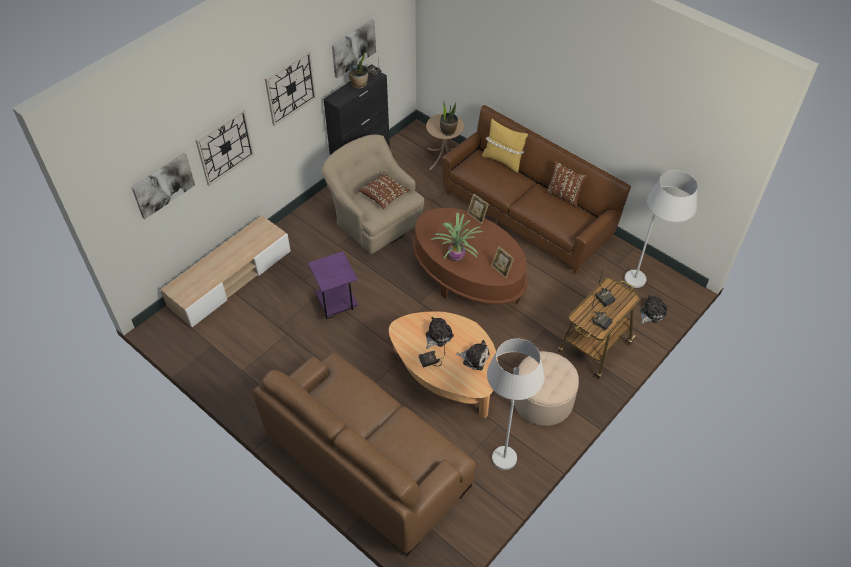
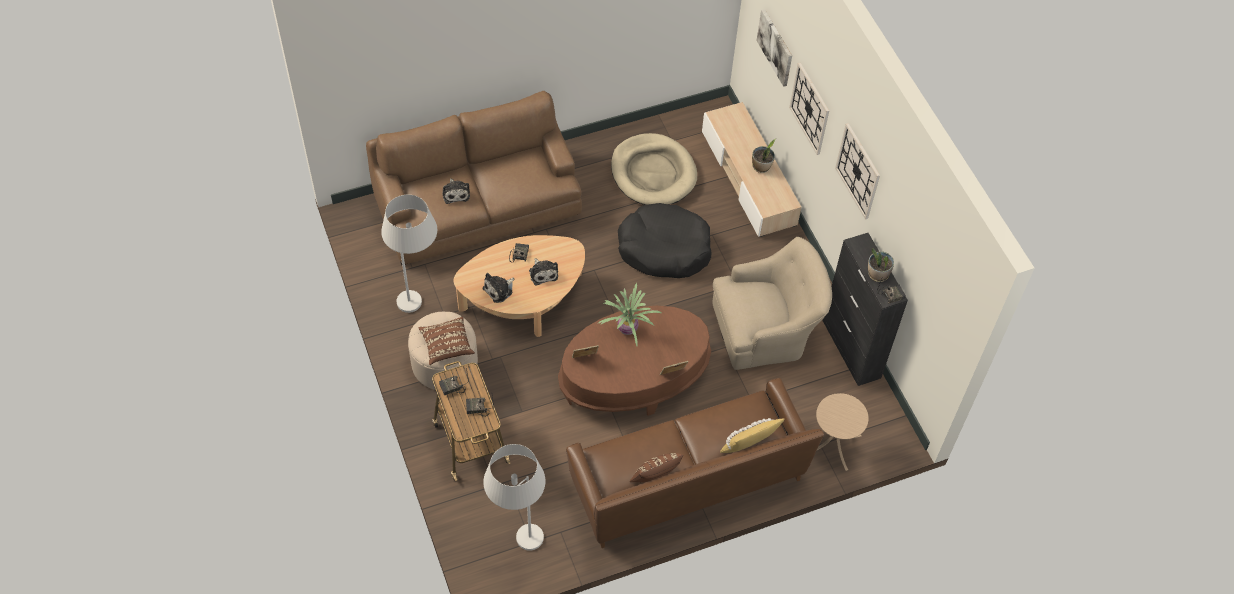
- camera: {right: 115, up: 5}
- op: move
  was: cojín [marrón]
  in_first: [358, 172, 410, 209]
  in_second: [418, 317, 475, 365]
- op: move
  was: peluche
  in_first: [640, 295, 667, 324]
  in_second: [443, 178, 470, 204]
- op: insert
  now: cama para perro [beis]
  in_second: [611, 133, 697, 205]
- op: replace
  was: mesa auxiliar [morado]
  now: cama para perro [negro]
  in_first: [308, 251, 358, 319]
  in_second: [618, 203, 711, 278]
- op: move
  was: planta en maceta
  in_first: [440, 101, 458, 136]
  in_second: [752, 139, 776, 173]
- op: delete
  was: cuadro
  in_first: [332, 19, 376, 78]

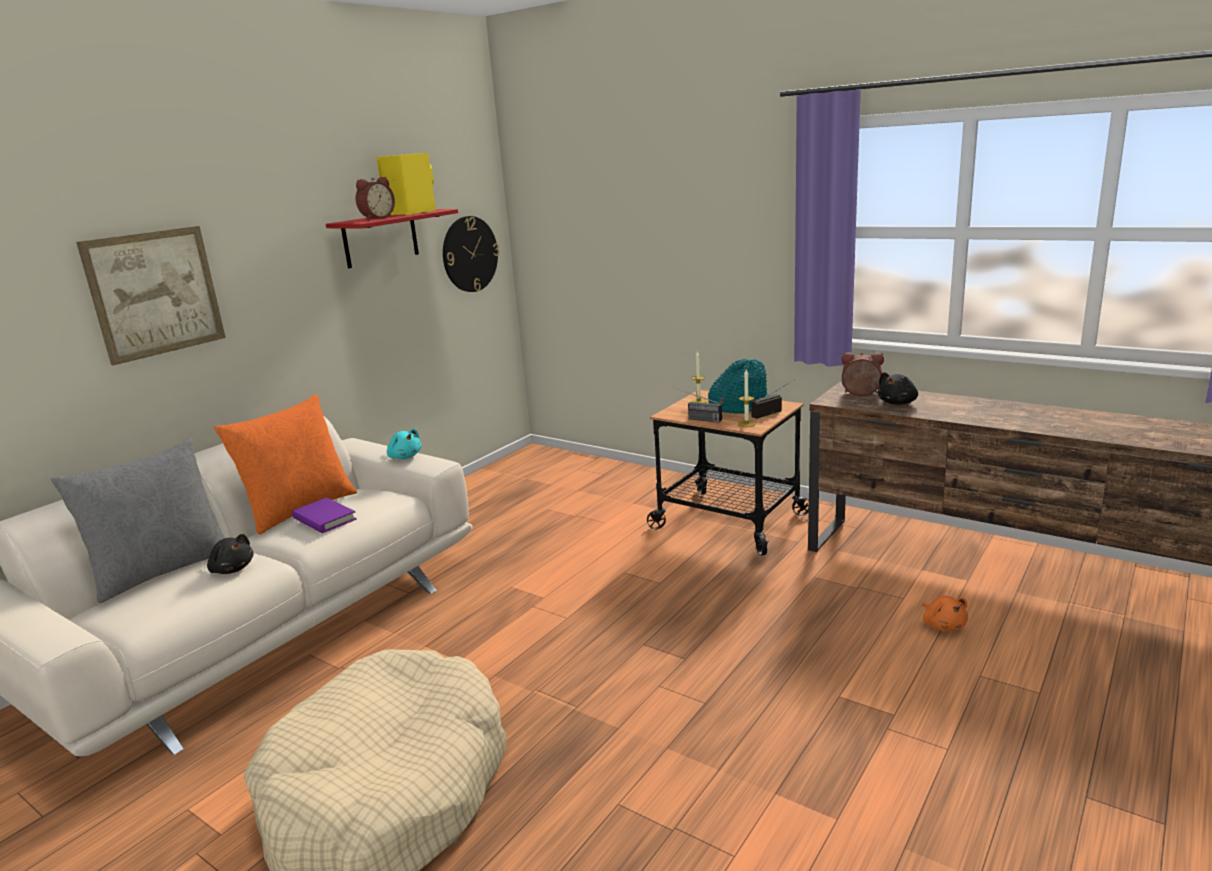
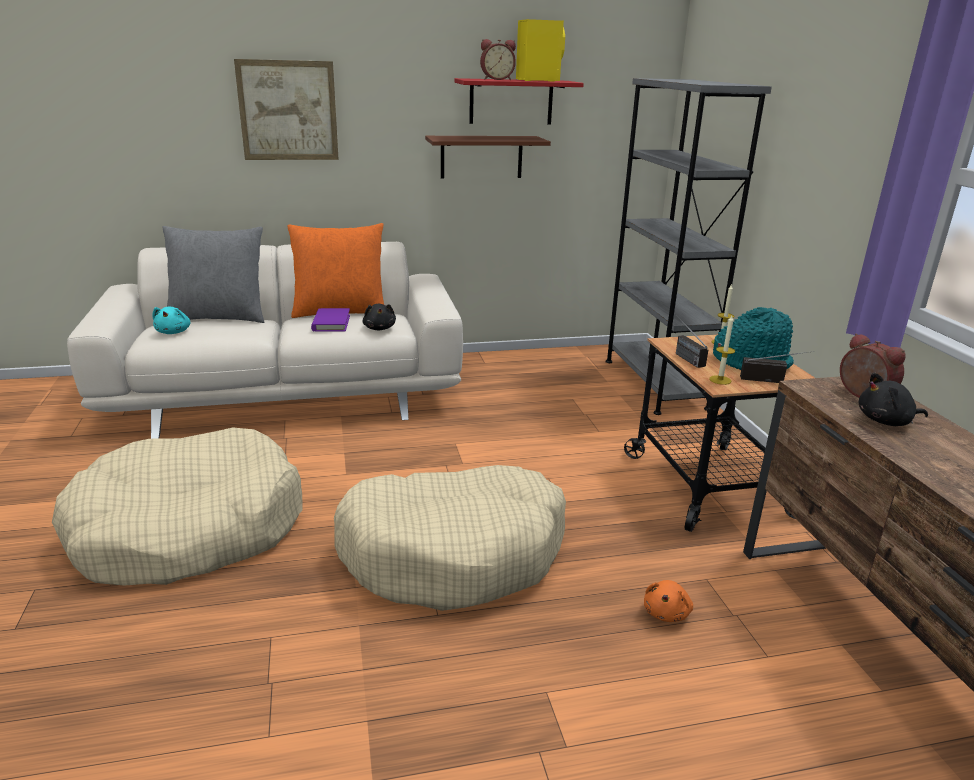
- camera: {right: 40, up: 5}
- op: move
  was: peluche [turquesa]
  in_first: [387, 428, 422, 459]
  in_second: [152, 306, 191, 334]
- op: insert
  now: cama para perro [beis]
  in_second: [334, 465, 566, 611]
- op: move
  was: peluche [negro]
  in_first: [207, 534, 254, 574]
  in_second: [363, 304, 396, 331]
- op: insert
  now: estante [marrón]
  in_second: [425, 136, 551, 178]
- op: insert
  now: estantería [gris]
  in_second: [606, 78, 772, 415]
- op: move
  was: peluche [naranja]
  in_first: [922, 596, 968, 631]
  in_second: [644, 580, 693, 622]
- op: delete
  was: reloj de pared
  in_first: [443, 216, 499, 292]

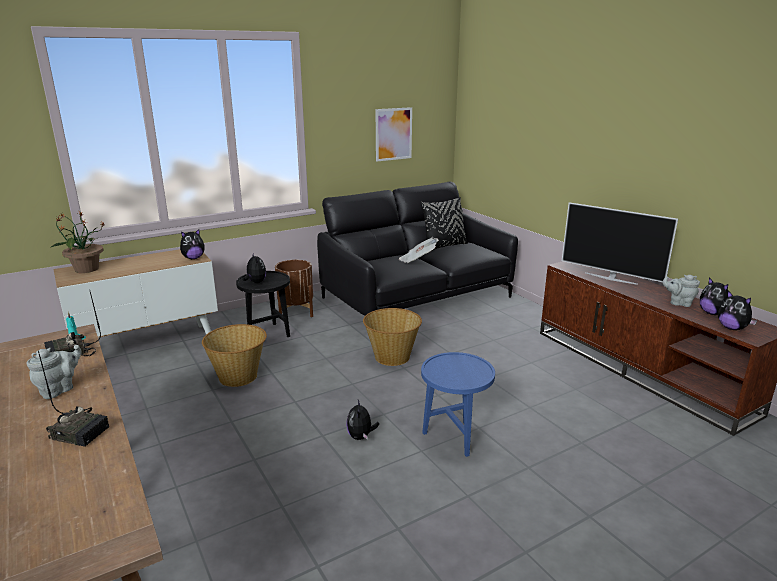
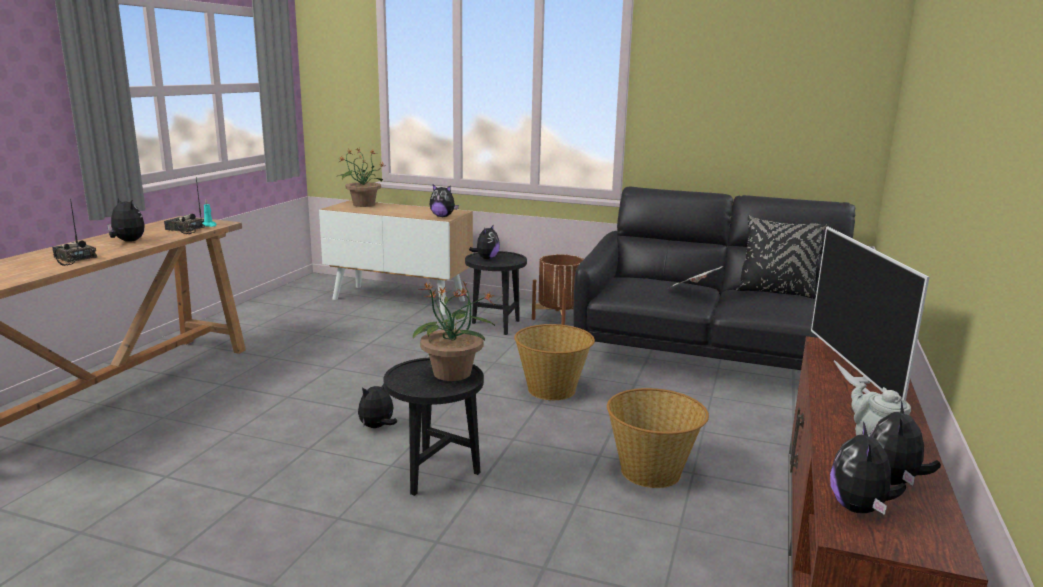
- camera: {right: 50, up: -5}
- op: rotate
  was: radio
  in_first: [38, 351, 109, 447]
  in_second: [52, 199, 97, 266]
  clockwise: 150
- op: replace
  was: tetera [gris]
  now: peluche
  in_first: [27, 345, 81, 399]
  in_second: [107, 197, 144, 242]
- op: recolor
  was: mesa auxiliar [azul]
  now: mesa auxiliar [negro]
  in_first: [421, 352, 495, 457]
  in_second: [384, 358, 484, 496]
- op: insert
  now: planta en maceta
  in_second: [413, 282, 495, 381]
- op: move
  was: cesta
  in_first: [202, 324, 267, 387]
  in_second: [607, 388, 709, 488]
- op: delete
  was: cuadro
  in_first: [376, 107, 412, 162]

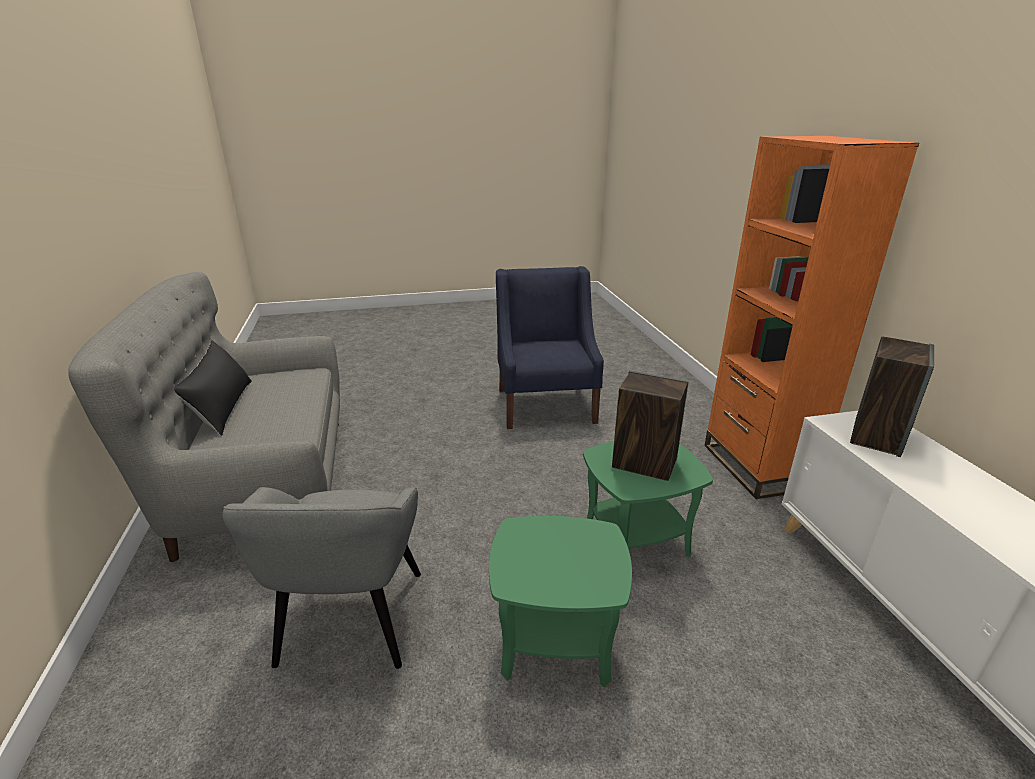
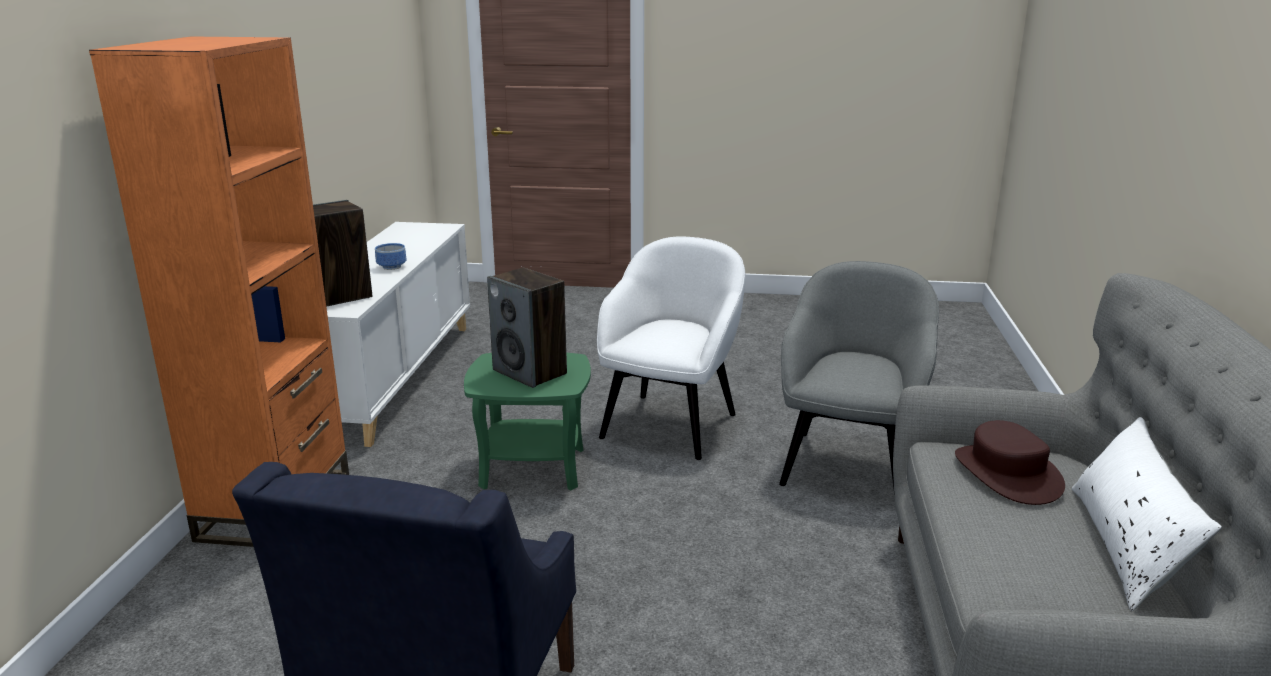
- camera: {right: -160, up: -5}
- op: insert
  now: cuenco
  in_second: [375, 243, 406, 270]
- op: replace
  was: mesa auxiliar [verde]
  now: sillón [blanco]
  in_first: [489, 516, 632, 687]
  in_second: [597, 237, 746, 460]
- op: insert
  now: sombrero [marrón]
  in_second: [955, 420, 1065, 505]
- op: recolor
  was: cojín [negro]
  now: cojín [blanco]
  in_first: [174, 340, 252, 436]
  in_second: [1072, 417, 1222, 611]

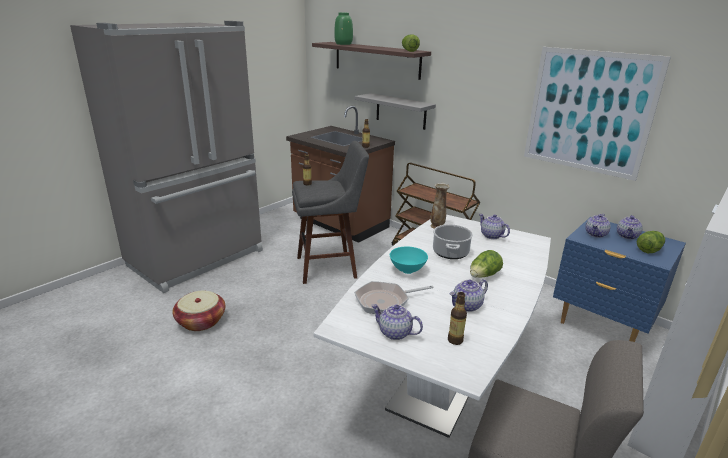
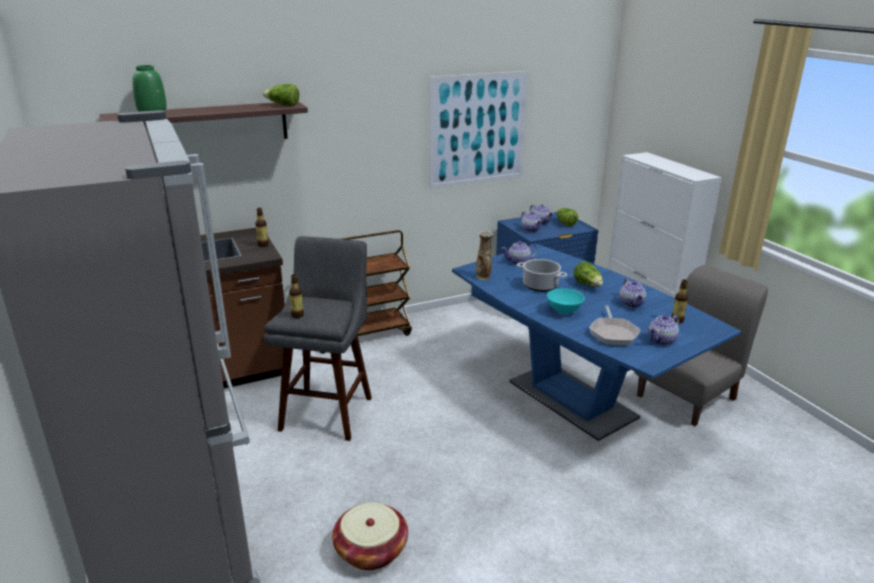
- camera: {right: -65, up: 0}
- op: recolor
  was: mesa de comedor [blanco]
  now: mesa de comedor [azul]
  in_first: [314, 215, 551, 438]
  in_second: [452, 244, 741, 441]
- op: delete
  was: estante [gris]
  in_first: [354, 93, 436, 130]

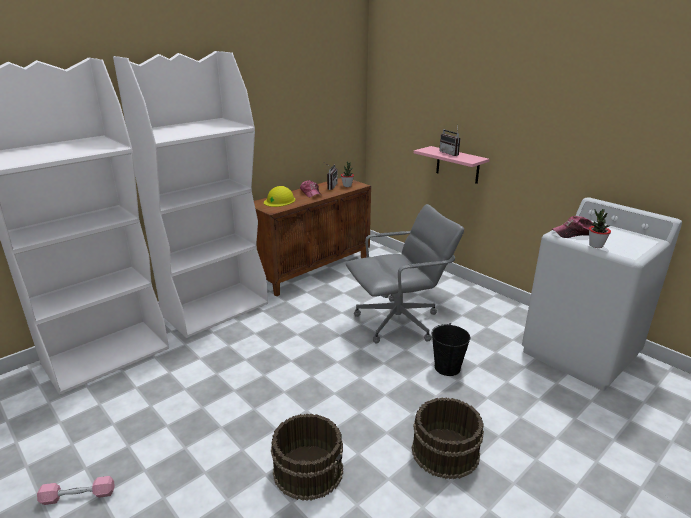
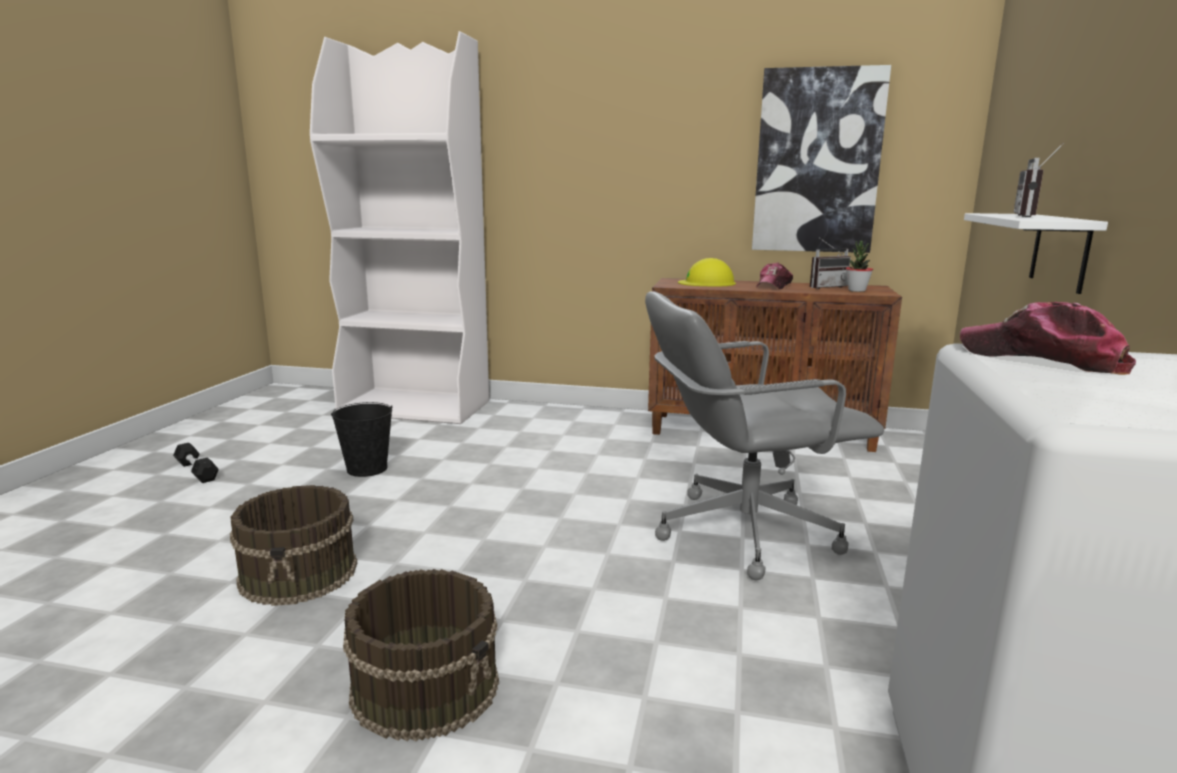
- camera: {right: 55, up: -10}
- op: recolor
  was: mancuerna [rosa]
  now: mancuerna [negro]
  in_first: [37, 476, 115, 505]
  in_second: [173, 443, 219, 483]
- op: move
  was: cubo [negro]
  in_first: [432, 323, 470, 376]
  in_second: [331, 402, 392, 477]
- op: rotate
  was: silla de oficina [gris]
  in_first: [346, 204, 464, 344]
  in_second: [645, 291, 884, 580]
  clockwise: 135
- op: insert
  now: cuadro
  in_second: [752, 65, 891, 253]
- op: recolor
  was: estante [rosa]
  now: estante [blanco]
  in_first: [414, 146, 490, 184]
  in_second: [964, 213, 1108, 294]
- op: delete
  was: estantería [blanco]
  in_first: [113, 51, 268, 338]
- op: delete
  was: planta en maceta
  in_first: [589, 209, 611, 248]

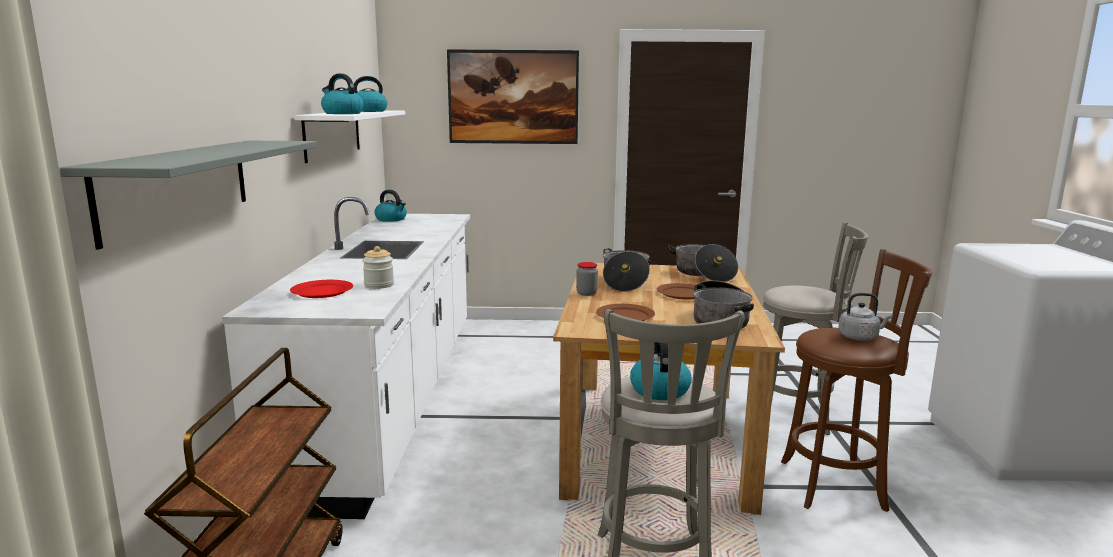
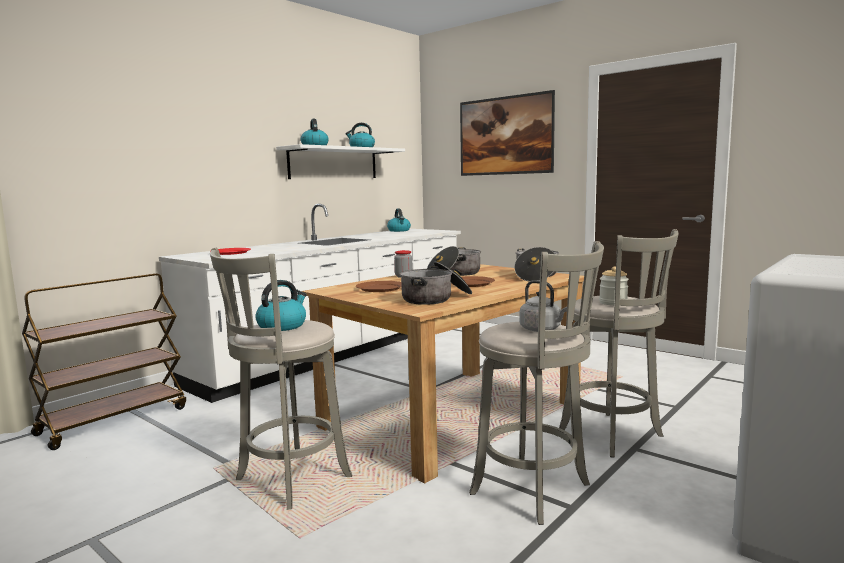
- camera: {right: 40, up: -5}
- op: recolor
  was: taburete [marrón]
  now: taburete [gris]
  in_first: [781, 249, 932, 512]
  in_second: [469, 241, 604, 525]
- op: move
  was: tarro
  in_first: [362, 246, 394, 289]
  in_second: [599, 267, 629, 305]
- op: delete
  was: estante [gris]
  in_first: [59, 141, 317, 250]

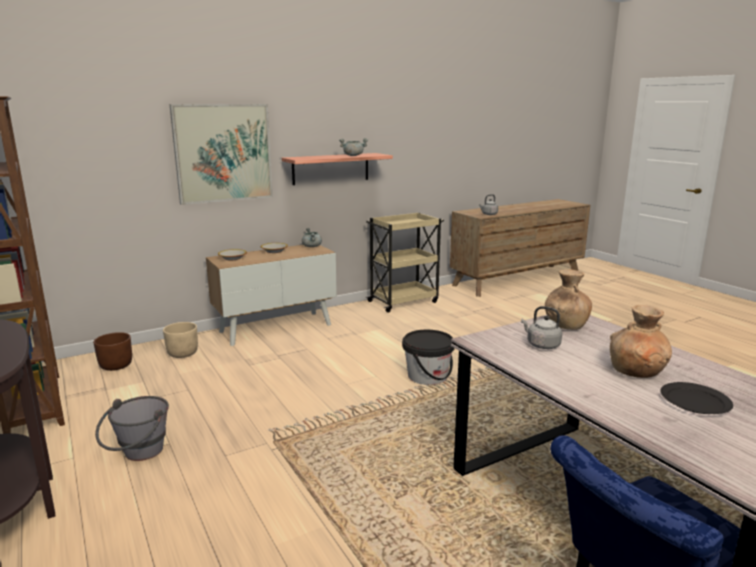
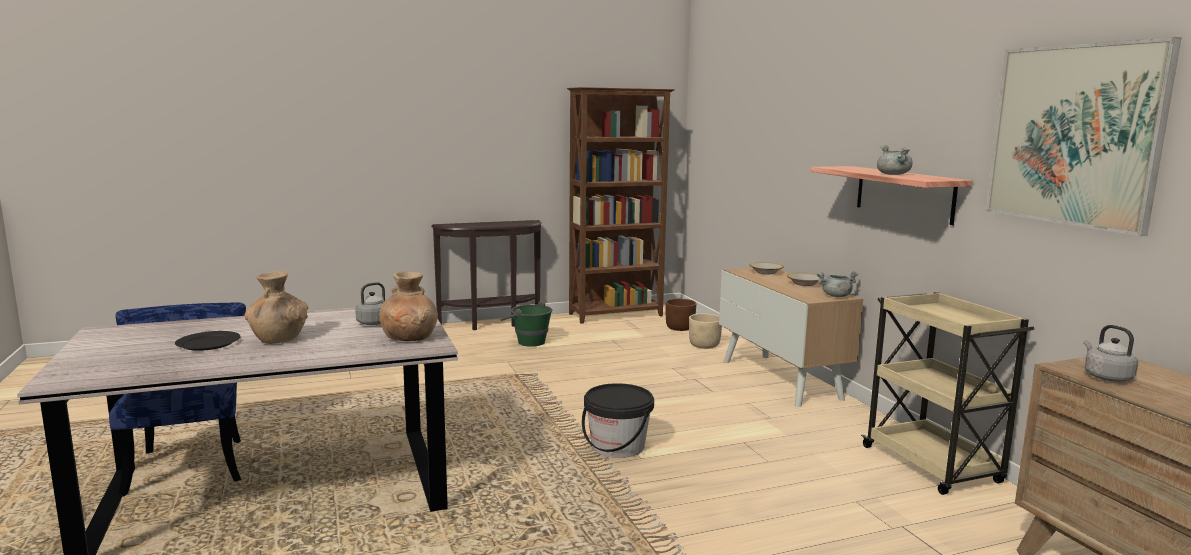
- camera: {right: 100, up: -5}
- op: recolor
  was: cubo [gris]
  now: cubo [verde]
  in_first: [95, 396, 169, 461]
  in_second: [501, 300, 552, 347]
- op: move
  was: cuadro
  in_first: [169, 104, 273, 205]
  in_second: [985, 37, 1182, 236]

